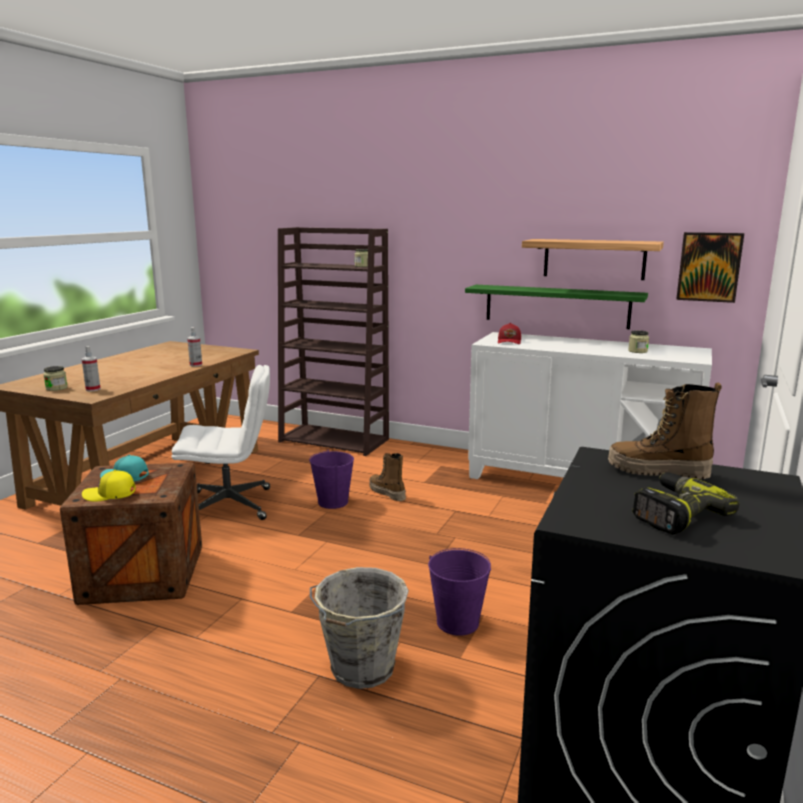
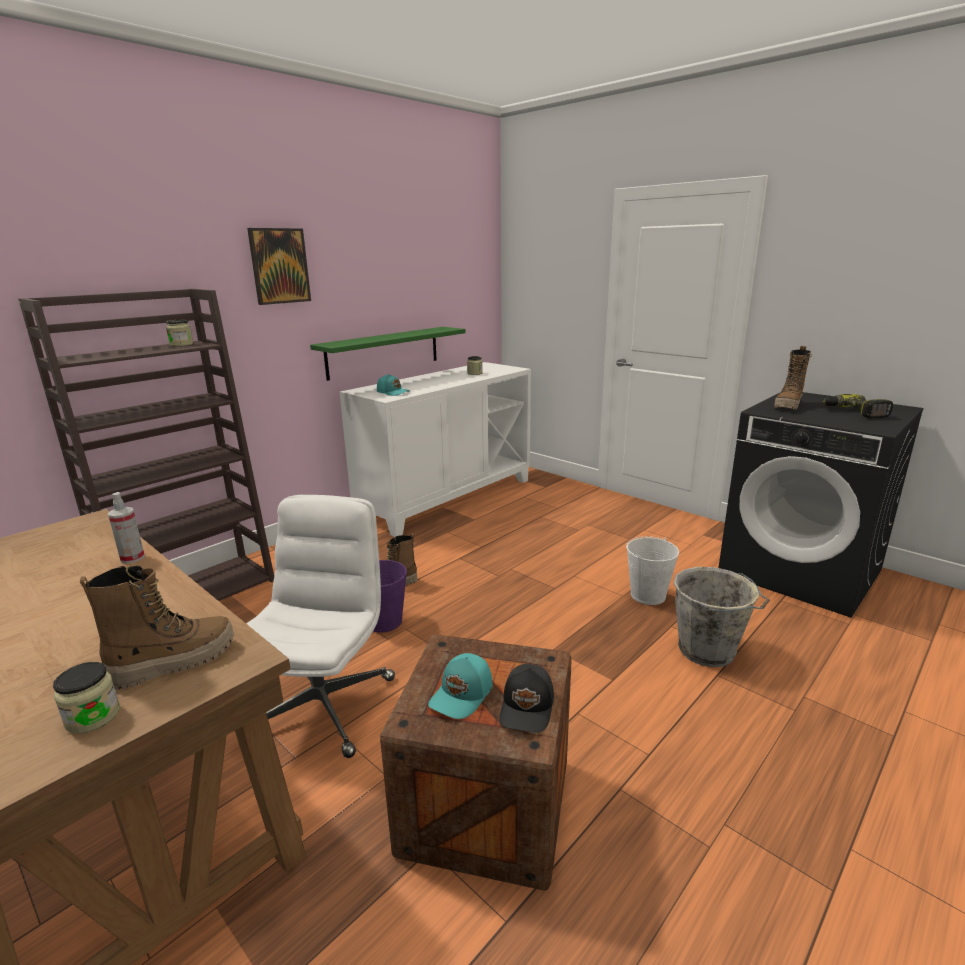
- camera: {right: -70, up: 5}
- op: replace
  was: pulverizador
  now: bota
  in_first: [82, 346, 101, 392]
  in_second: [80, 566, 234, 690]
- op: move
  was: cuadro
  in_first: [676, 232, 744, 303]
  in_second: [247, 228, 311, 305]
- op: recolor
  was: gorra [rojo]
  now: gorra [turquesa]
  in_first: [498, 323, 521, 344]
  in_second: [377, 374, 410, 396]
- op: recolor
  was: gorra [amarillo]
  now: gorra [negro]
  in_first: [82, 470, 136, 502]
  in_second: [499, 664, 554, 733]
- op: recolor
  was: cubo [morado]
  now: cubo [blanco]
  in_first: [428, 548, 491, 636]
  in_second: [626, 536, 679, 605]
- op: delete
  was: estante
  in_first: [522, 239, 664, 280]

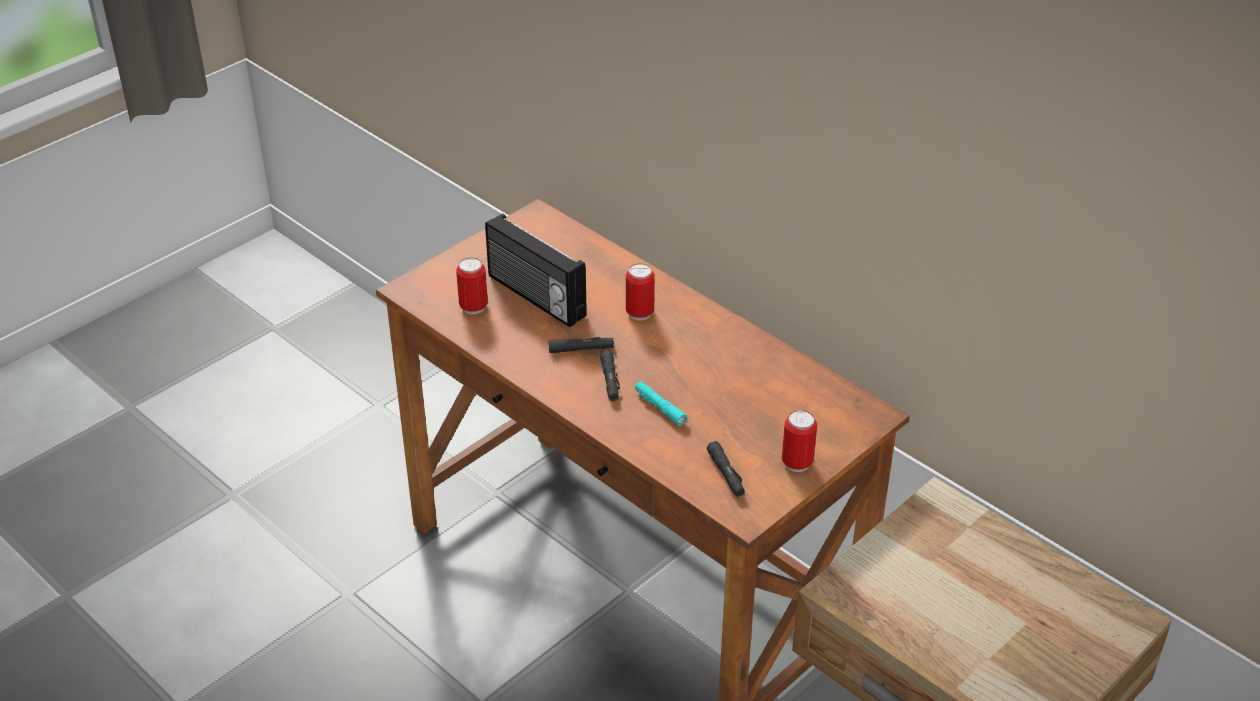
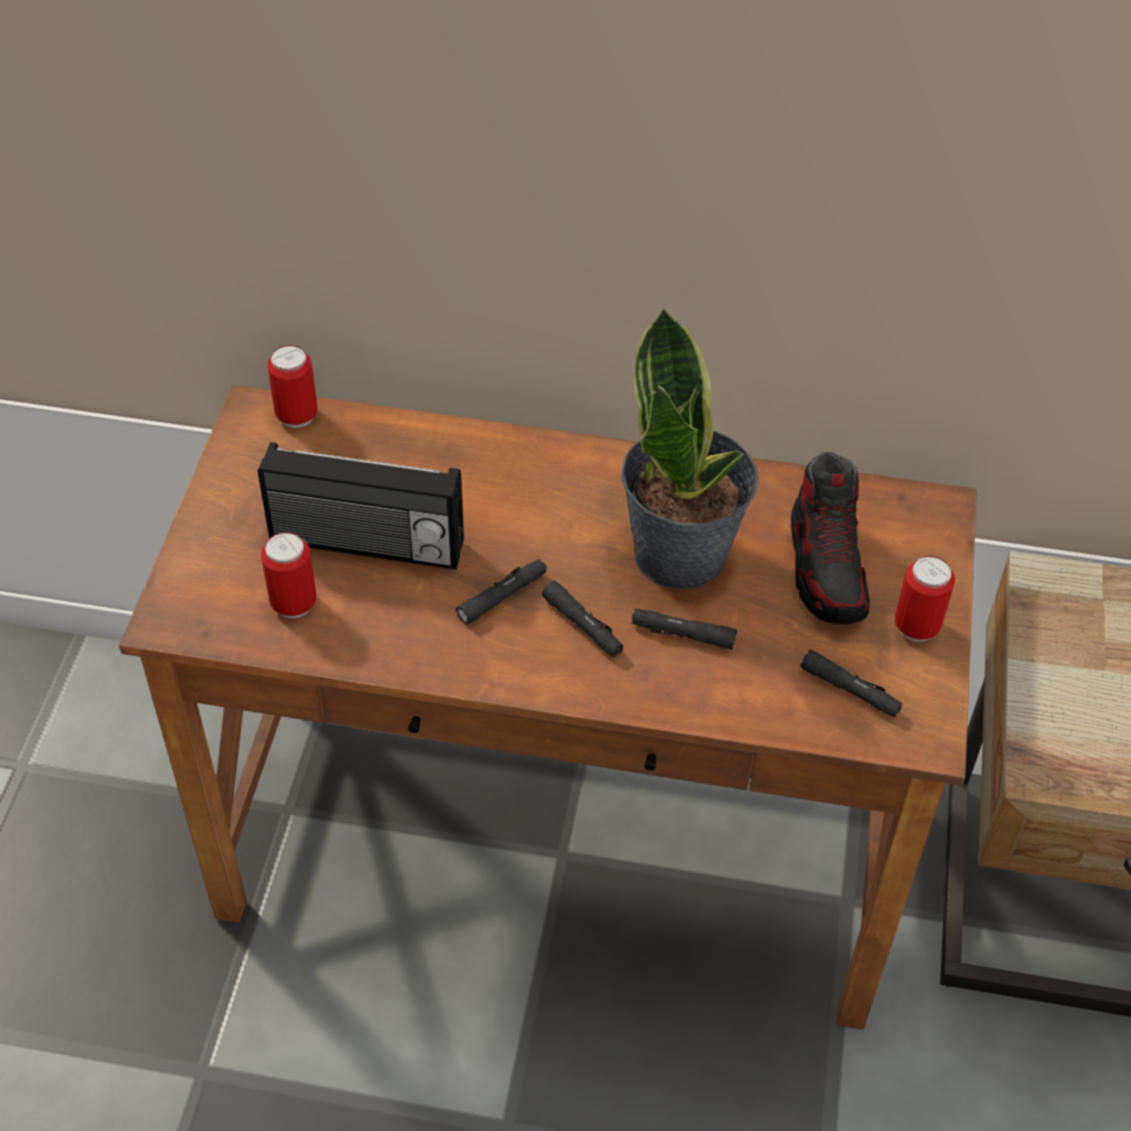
- camera: {right: -35, up: 10}
- op: move
  was: lata
  in_first: [626, 264, 655, 320]
  in_second: [268, 345, 318, 428]
- op: insert
  now: planta en maceta
  in_second: [621, 307, 759, 590]
- op: recolor
  was: linterna [turquesa]
  now: linterna [negro]
  in_first: [635, 381, 688, 426]
  in_second: [631, 608, 737, 650]
- op: insert
  now: zapato
  in_second: [791, 452, 870, 625]

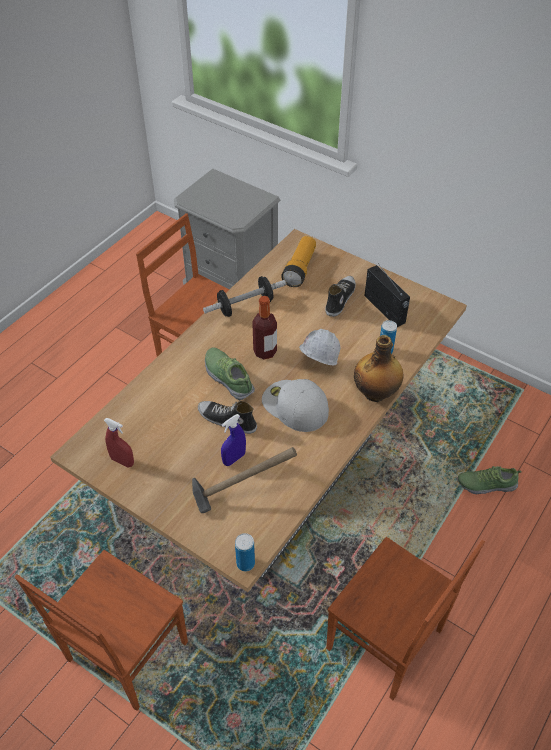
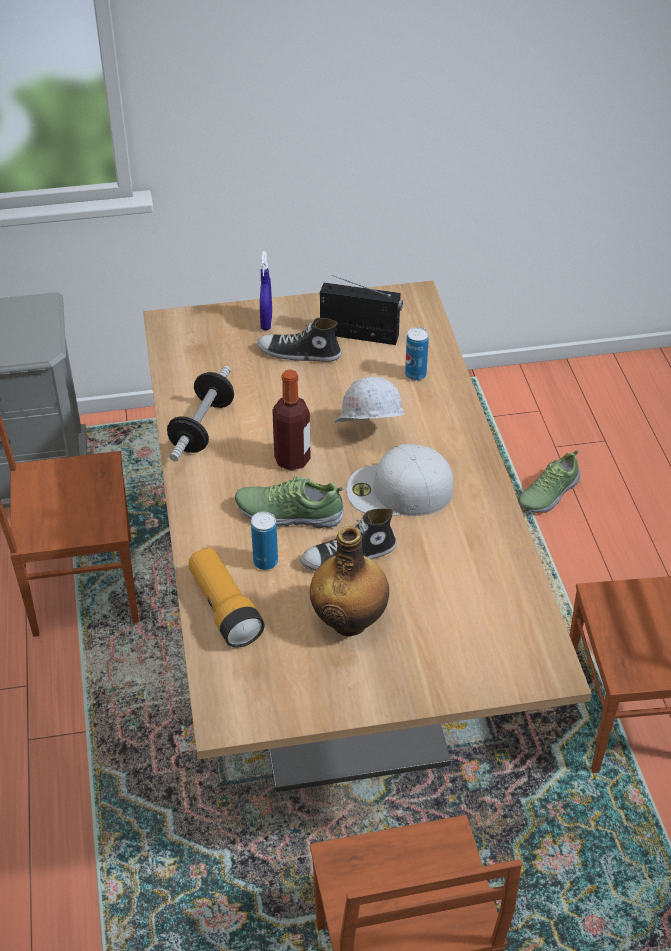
- camera: {right: -45, up: -5}
- op: move
  was: linterna
  in_first: [281, 236, 316, 287]
  in_second: [189, 548, 265, 648]
- op: move
  was: lata
  in_first: [235, 533, 255, 571]
  in_second: [251, 512, 278, 570]
- op: rotate
  was: zapato
  in_first: [325, 276, 356, 317]
  in_second: [257, 318, 341, 362]
  clockwise: -60
- op: move
  was: pulverizador [azul]
  in_first: [221, 414, 246, 466]
  in_second: [260, 251, 272, 330]
- op: move
  was: botella
  in_first: [354, 335, 404, 402]
  in_second: [309, 526, 389, 637]
- op: delete
  was: pulverizador [rojo]
  in_first: [104, 418, 134, 468]
- op: delete
  was: martillo
  in_first: [192, 447, 297, 513]

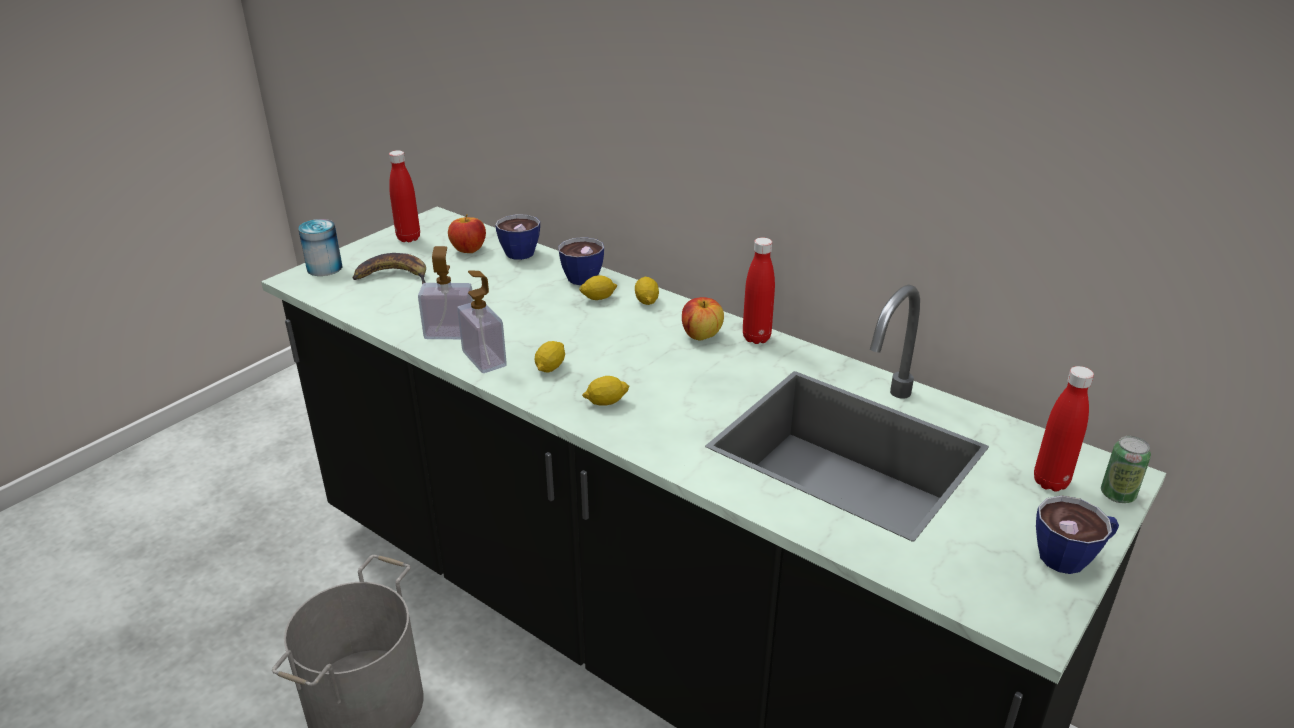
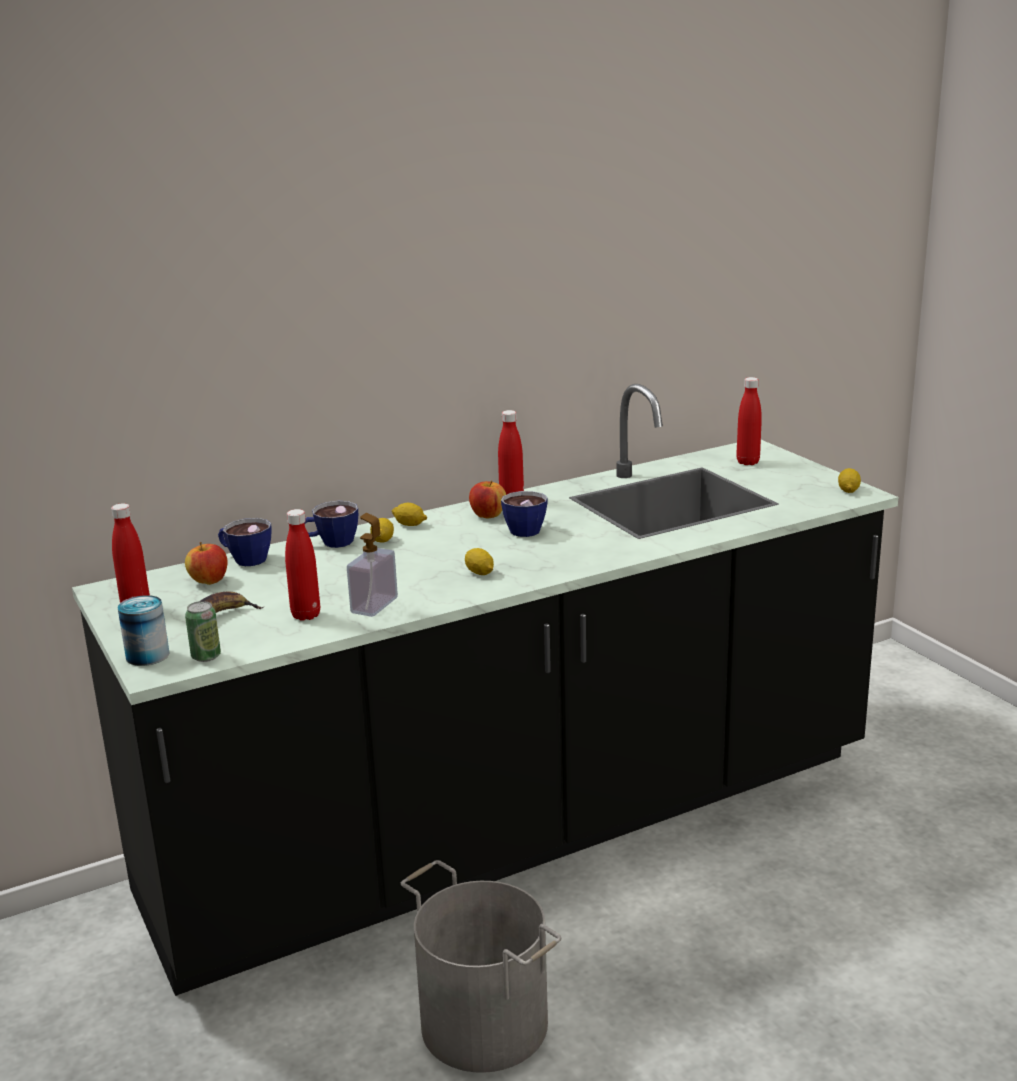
- camera: {right: -65, up: -10}
- op: move
  was: lata
  in_first: [1101, 436, 1151, 503]
  in_second: [185, 601, 221, 662]
- op: insert
  now: botella [rojo]
  in_second: [285, 509, 320, 621]
- op: move
  was: taza
  in_first: [1036, 495, 1119, 574]
  in_second: [501, 491, 548, 537]
- op: move
  was: limón
  in_first: [582, 376, 630, 406]
  in_second: [838, 468, 861, 493]
- op: delete
  was: dispensador de jabón
  in_first: [457, 270, 507, 373]

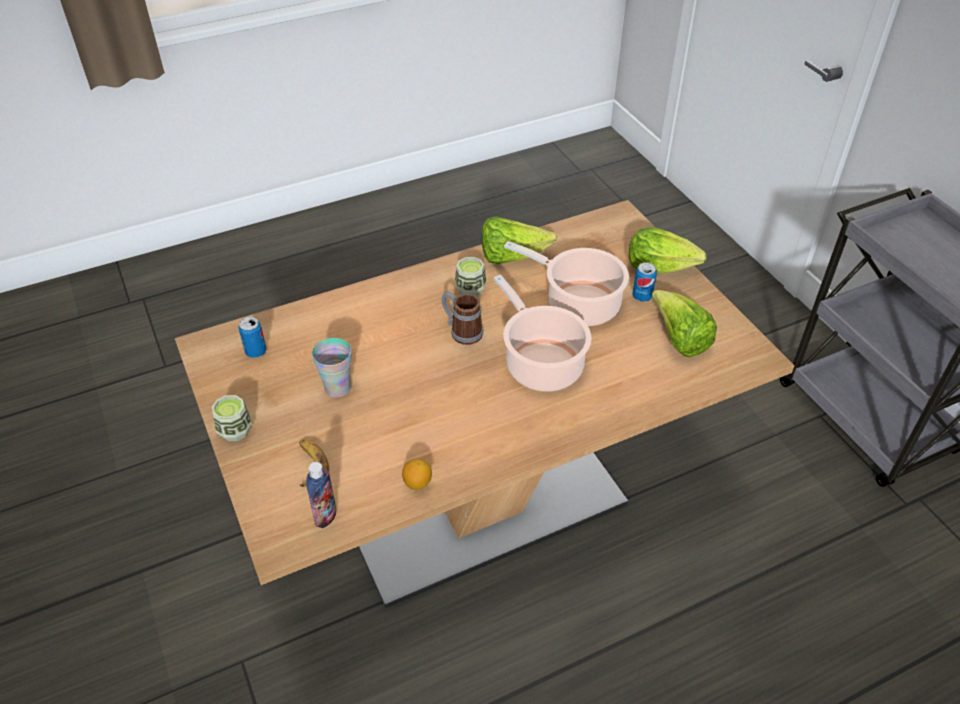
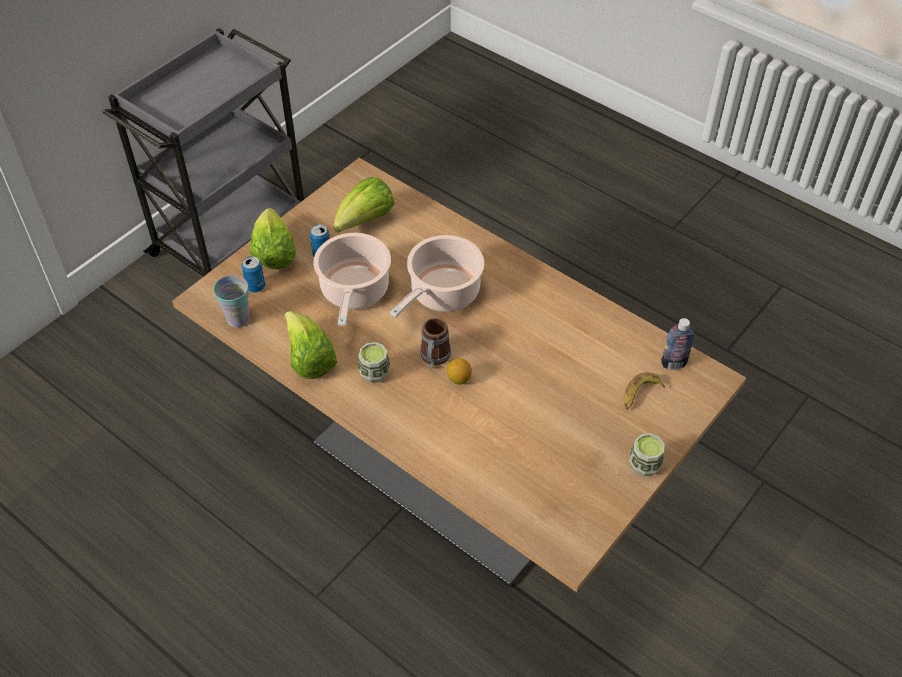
- camera: {right: -115, up: 5}
- op: move
  was: taza
  in_first: [312, 338, 351, 397]
  in_second: [214, 275, 250, 327]
- op: move
  was: lata
  in_first: [239, 317, 266, 358]
  in_second: [241, 256, 265, 292]
- op: move
  was: limón
  in_first: [402, 459, 432, 490]
  in_second: [447, 358, 472, 385]

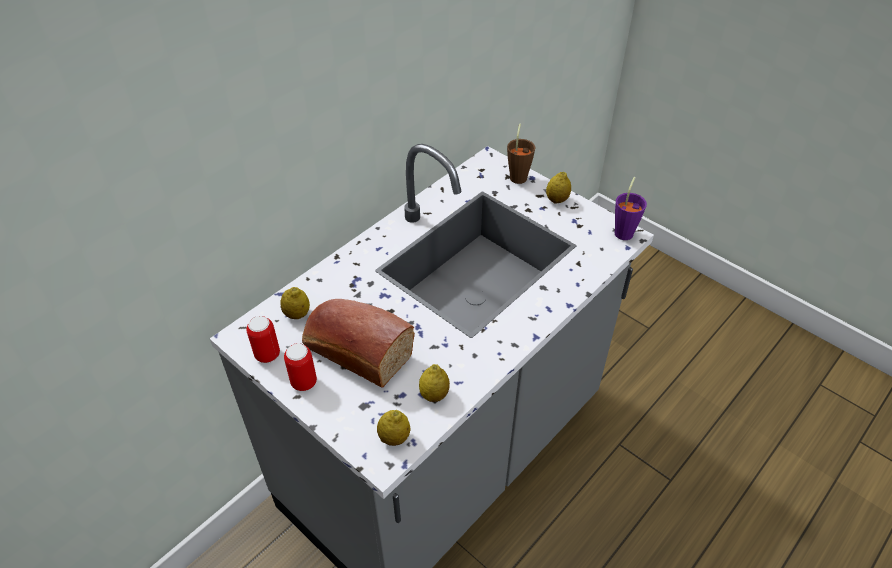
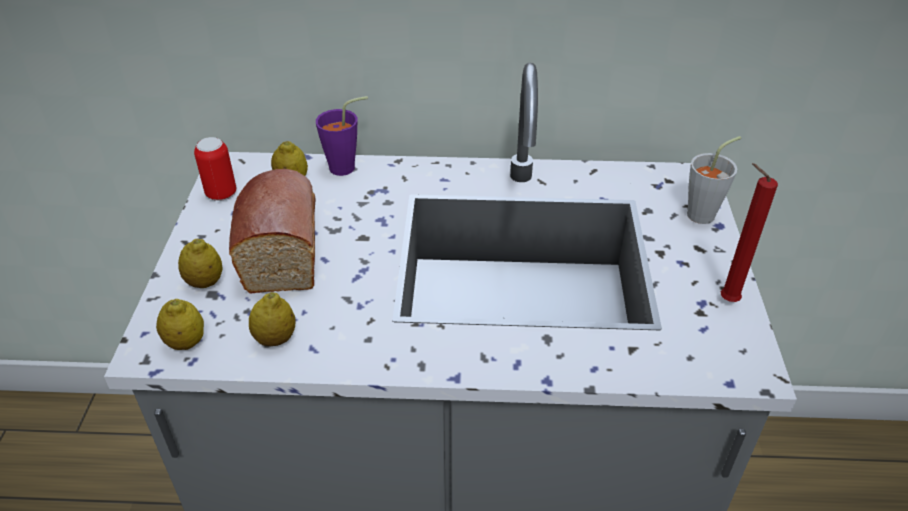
- camera: {right: 50, up: -5}
- op: move
  was: limón
  in_first: [546, 172, 571, 204]
  in_second: [178, 239, 223, 288]
- op: move
  was: taza [morado]
  in_first: [615, 177, 647, 240]
  in_second: [316, 96, 368, 176]
- op: recolor
  was: taza [marrón]
  now: taza [gris]
  in_first: [507, 124, 536, 184]
  in_second: [687, 136, 741, 224]
- op: insert
  now: vela [rojo]
  in_second: [721, 163, 778, 302]
- op: delete
  was: lata
  in_first: [284, 343, 317, 391]

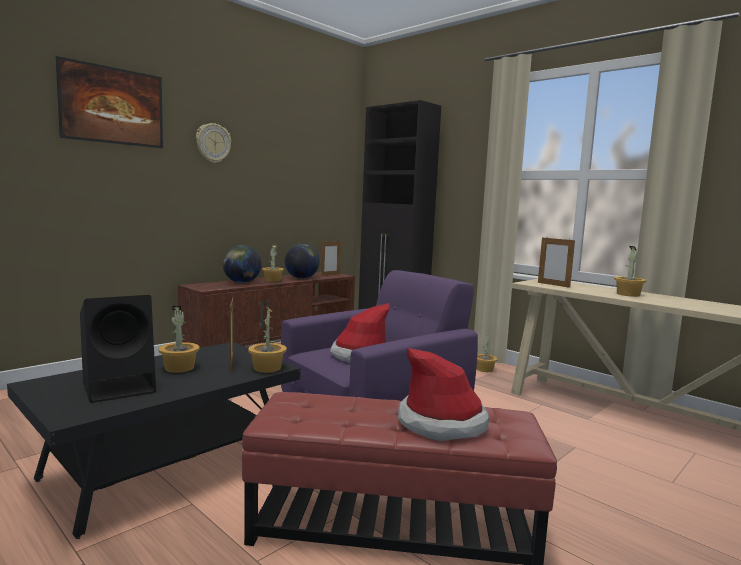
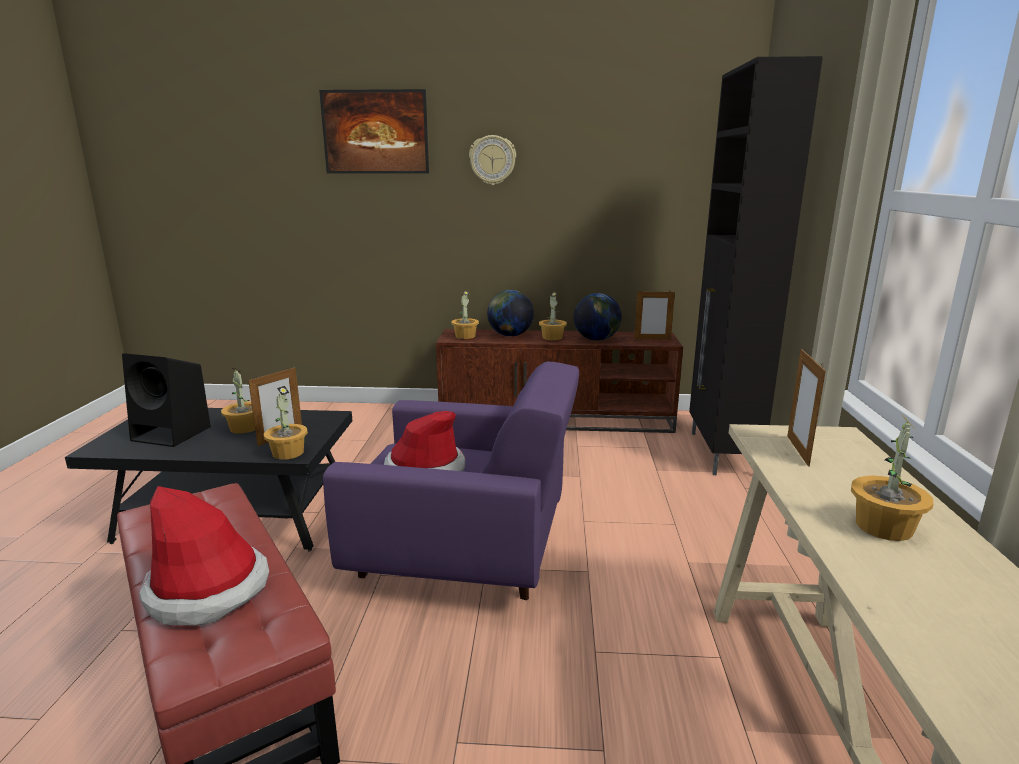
- camera: {right: 50, up: 10}
- op: move
  was: planta en maceta
  in_first: [476, 334, 497, 372]
  in_second: [451, 290, 479, 339]

